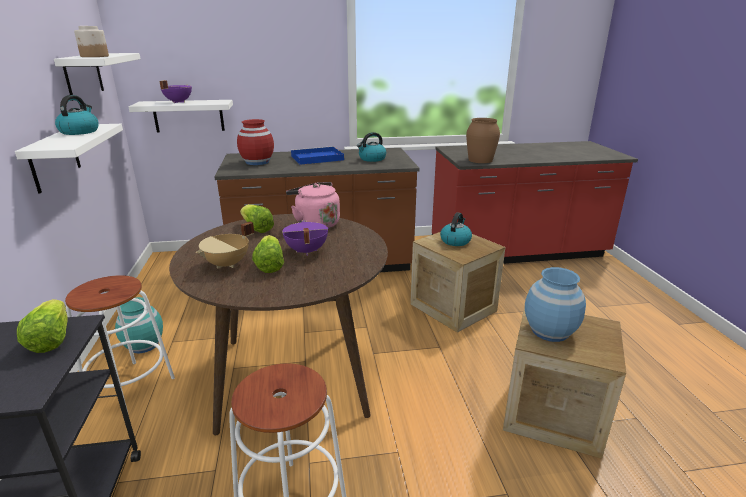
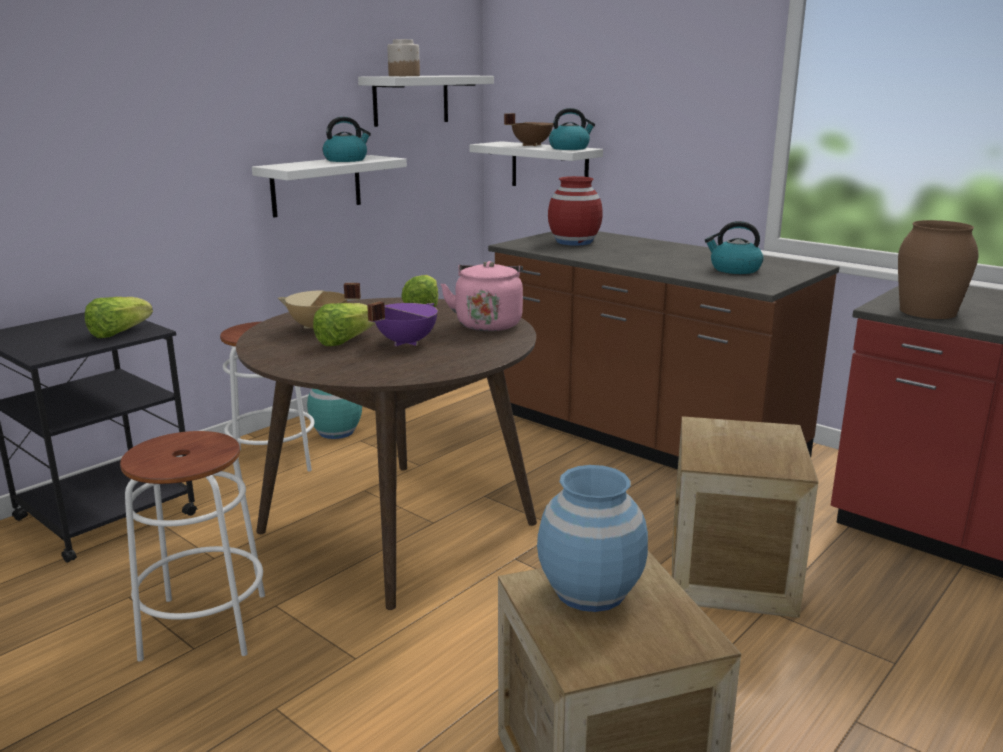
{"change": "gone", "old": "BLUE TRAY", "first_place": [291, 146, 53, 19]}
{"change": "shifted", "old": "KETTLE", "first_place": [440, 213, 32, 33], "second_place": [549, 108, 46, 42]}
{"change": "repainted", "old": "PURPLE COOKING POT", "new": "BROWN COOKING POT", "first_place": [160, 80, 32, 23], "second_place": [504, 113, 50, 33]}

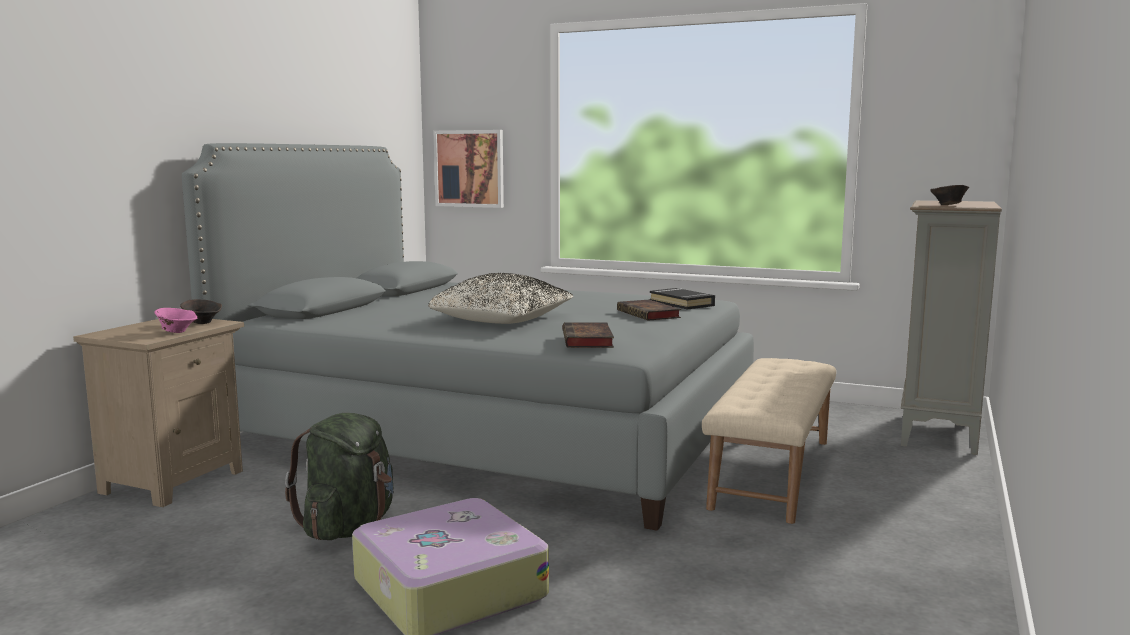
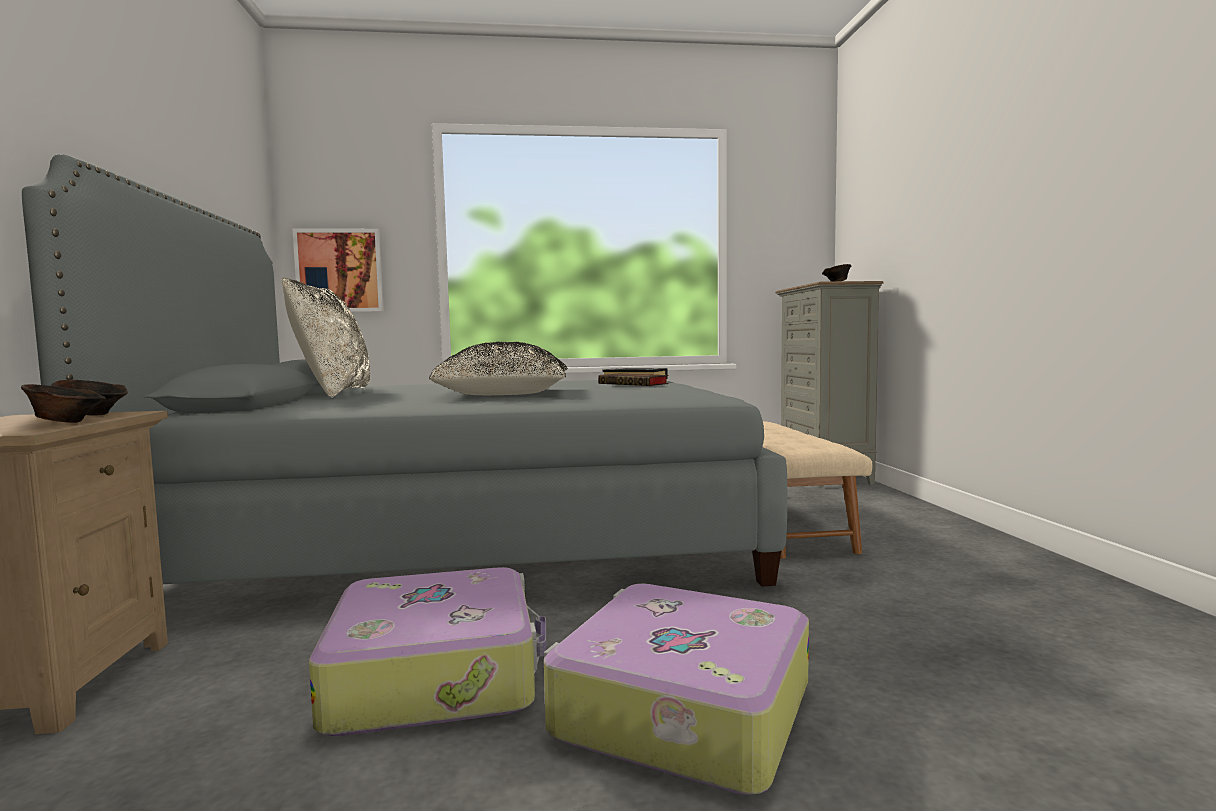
{"change": "gone", "old": "BOOK", "first_place": [563, 322, 51, 26]}
{"change": "new", "new": "BEIGE PILLOW", "second_place": [281, 277, 89, 120]}
{"change": "swapped", "old": "GREEN BACKPACK", "new": "SUITCASE", "first_place": [285, 413, 109, 127], "second_place": [309, 567, 237, 169]}
{"change": "repainted", "old": "PINK BOWL", "new": "BROWN BOWL", "first_place": [155, 308, 42, 25], "second_place": [21, 384, 85, 39]}

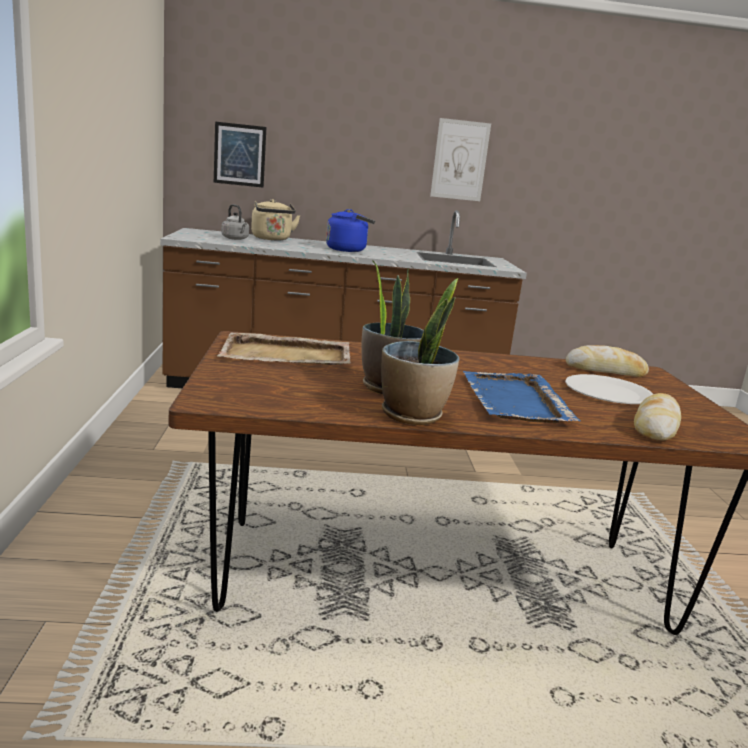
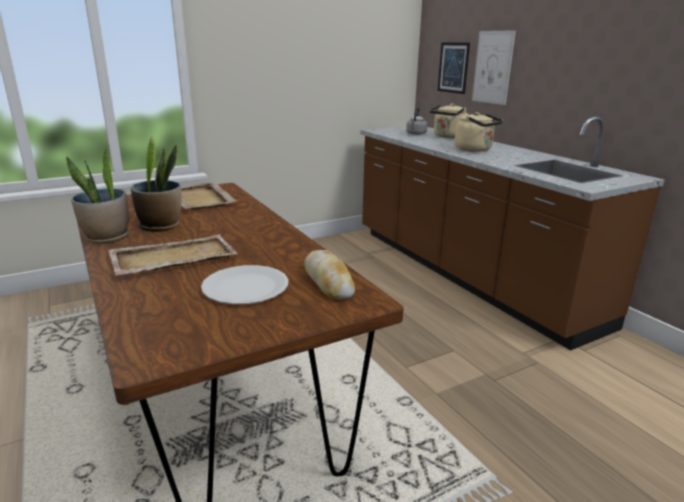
{"change": "gone", "old": "BREAD", "first_place": [634, 393, 47, 48]}
{"change": "shifted", "old": "PICTURE", "first_place": [430, 118, 61, 83], "second_place": [472, 30, 44, 75]}
{"change": "repainted", "old": "BLUE KETTLE", "new": "BEIGE KETTLE", "first_place": [326, 209, 49, 43], "second_place": [454, 112, 49, 40]}
{"change": "repainted", "old": "BLUE TRAY", "new": "BEIGE TRAY", "first_place": [463, 371, 117, 52], "second_place": [109, 234, 129, 41]}

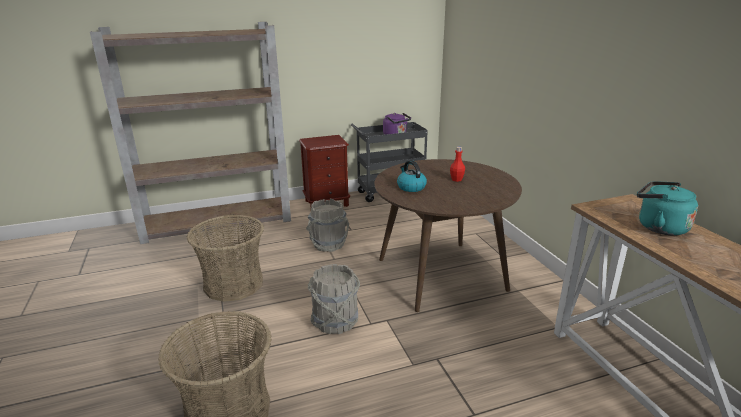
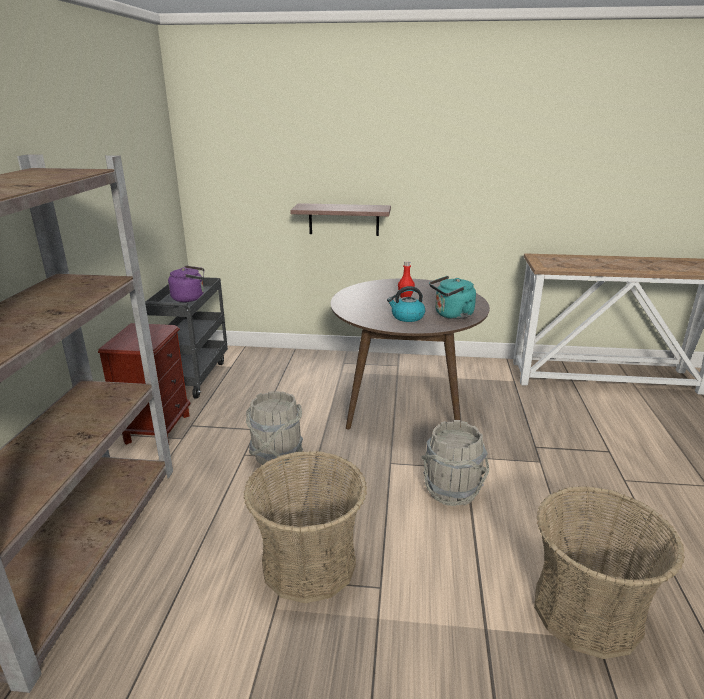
{"change": "new", "new": "SHELF", "second_place": [290, 203, 101, 33]}
{"change": "shifted", "old": "TURQUOISE KETTLE", "first_place": [637, 181, 61, 55], "second_place": [429, 276, 47, 43]}

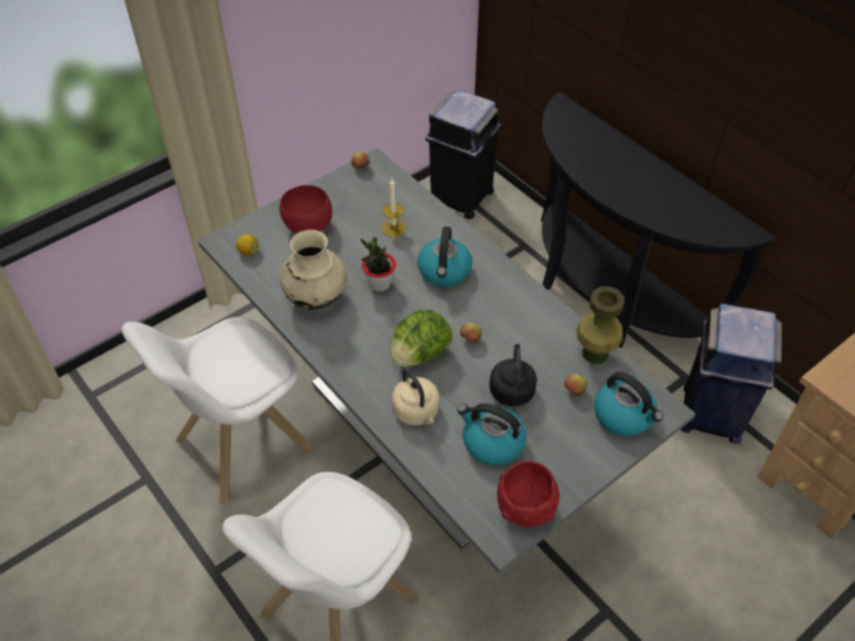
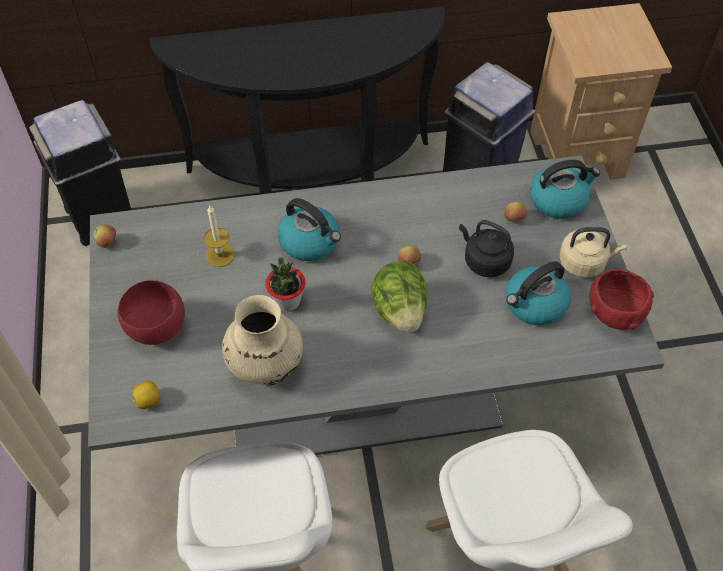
{"change": "gone", "old": "GREEN VASE", "first_place": [576, 286, 49, 78]}
{"change": "shifted", "old": "BEIGE KETTLE", "first_place": [392, 368, 47, 57], "second_place": [559, 227, 68, 51]}

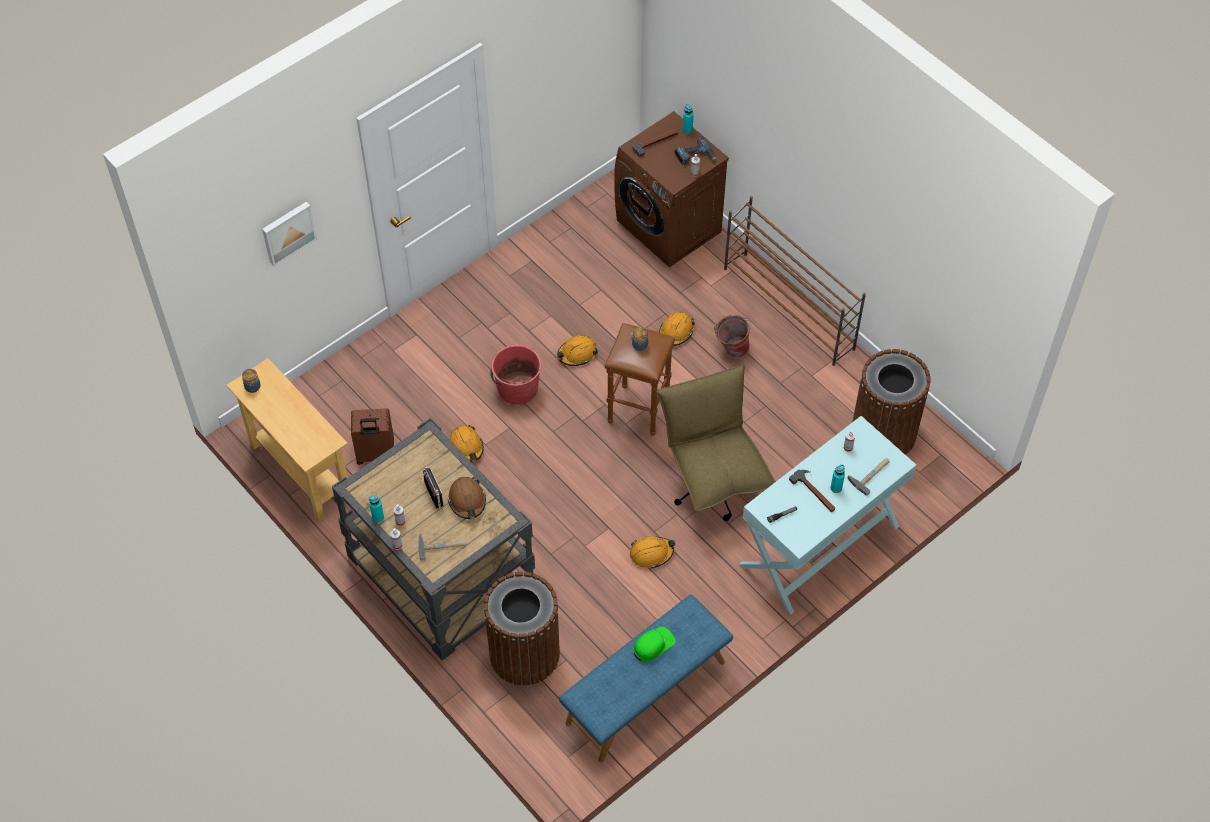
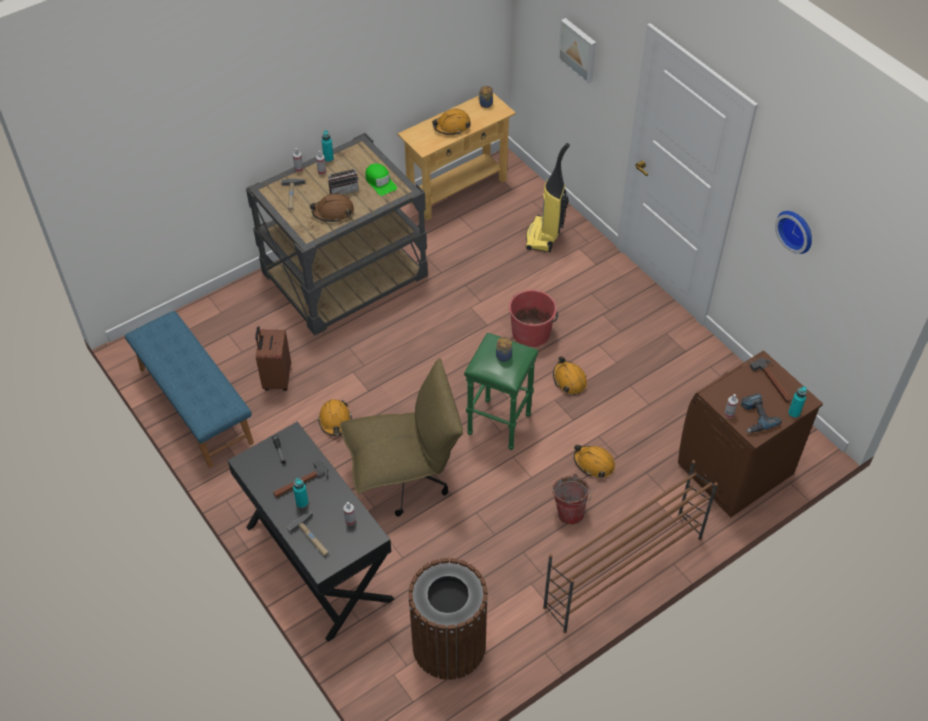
{"change": "gone", "old": "BROWN TRASH CAN", "first_place": [483, 572, 77, 114]}
{"change": "new", "new": "VACUUM CLEANER", "second_place": [526, 143, 44, 109]}
{"change": "new", "new": "WALL CLOCK", "second_place": [775, 211, 37, 43]}
{"change": "shifted", "old": "BROWN SUITCASE", "first_place": [351, 408, 43, 57], "second_place": [255, 326, 36, 65]}
{"change": "shifted", "old": "ORANGE HARD HAT", "first_place": [449, 425, 35, 37], "second_place": [432, 109, 39, 26]}
{"change": "shifted", "old": "GREEN CAP", "first_place": [634, 627, 42, 35], "second_place": [365, 163, 32, 33]}
{"change": "repainted", "old": "BROWN STOOL", "new": "GREEN STOOL", "first_place": [605, 323, 70, 113], "second_place": [464, 333, 74, 117]}
{"change": "repainted", "old": "TURQUOISE DESK", "new": "BLACK DESK", "first_place": [739, 416, 177, 199], "second_place": [227, 421, 168, 221]}

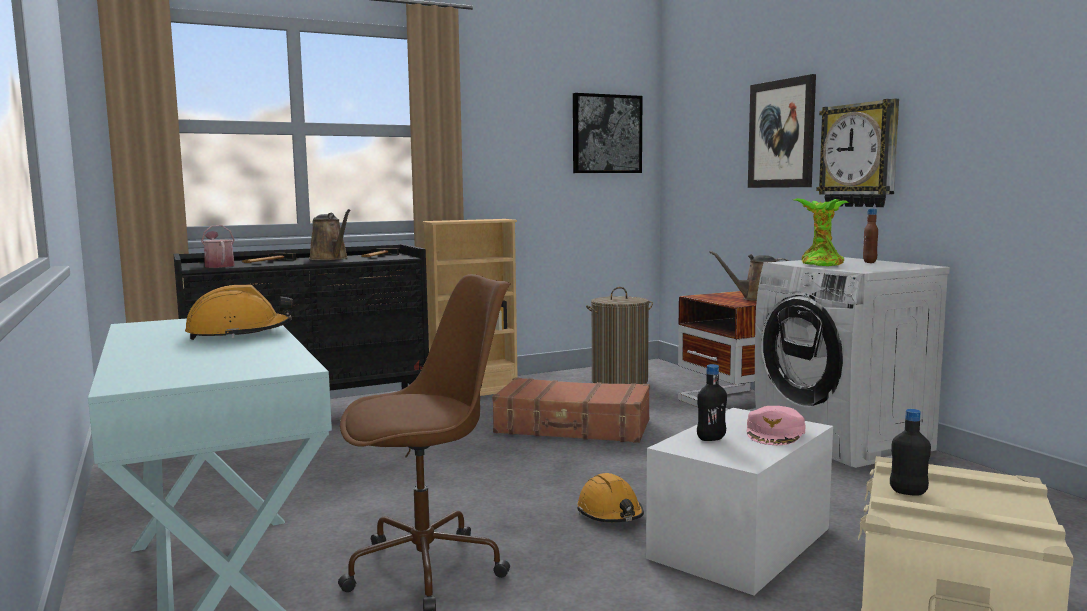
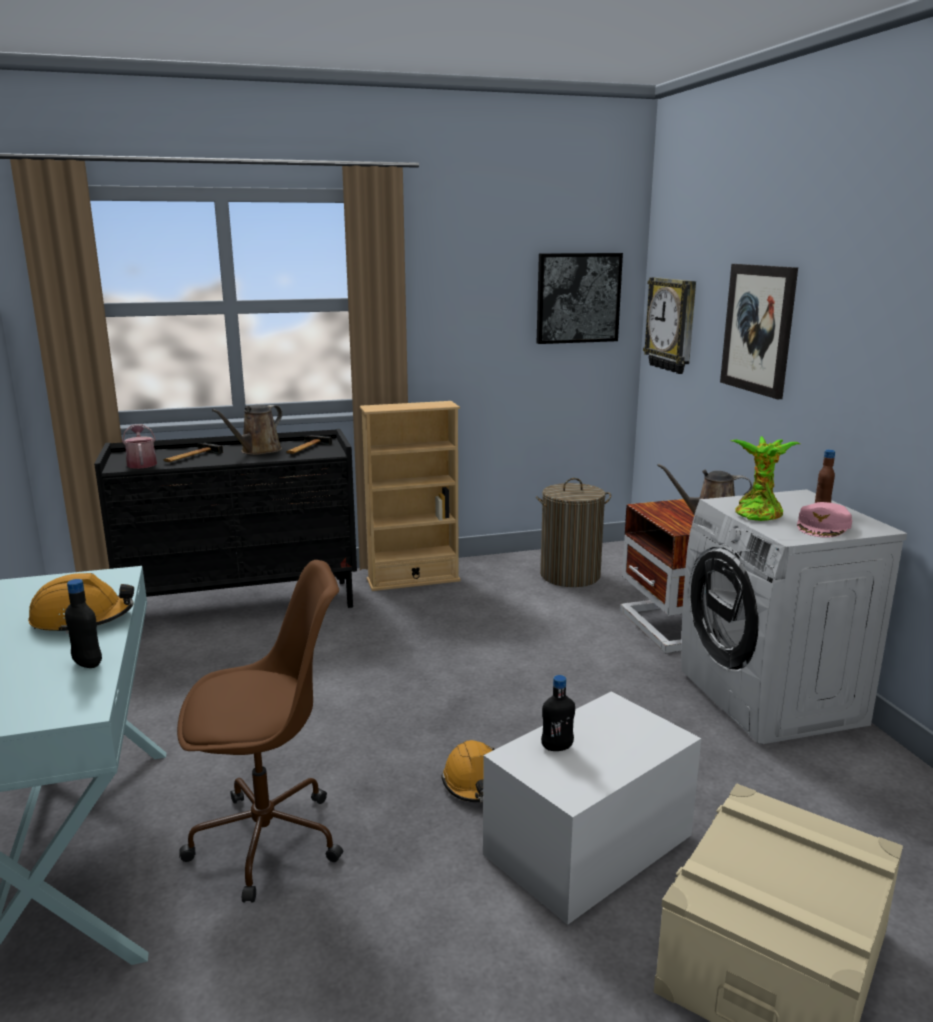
{"change": "gone", "old": "BROWN SUITCASE", "first_place": [492, 377, 158, 66]}
{"change": "shifted", "old": "PINK CAP", "first_place": [747, 406, 59, 39], "second_place": [797, 502, 55, 35]}
{"change": "shifted", "old": "WALL CLOCK", "first_place": [816, 99, 83, 108], "second_place": [643, 277, 53, 97]}
{"change": "shifted", "old": "BLACK BOTTLE", "first_place": [890, 409, 41, 87], "second_place": [65, 579, 37, 89]}
{"change": "rotated", "old": "BROWN WATERING CAN", "first_place": [309, 209, 42, 51], "second_place": [212, 404, 70, 51], "degrees": 60}

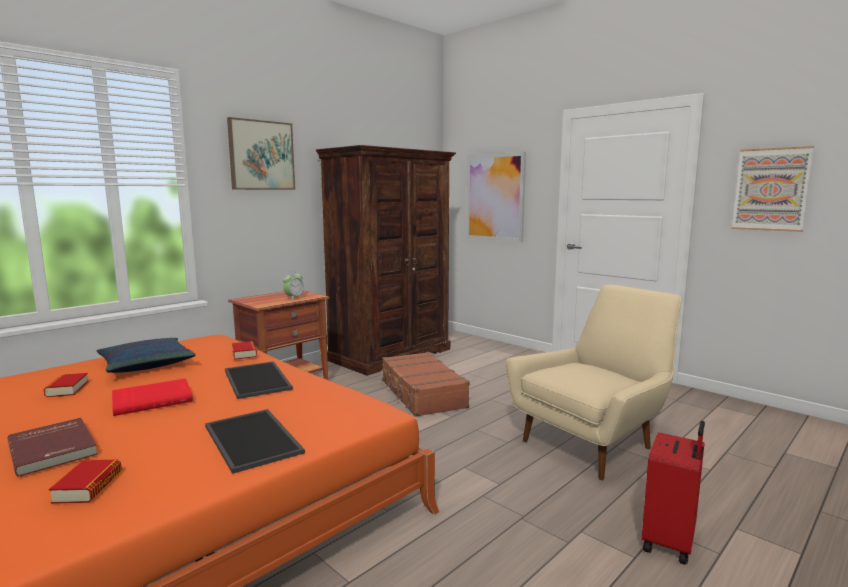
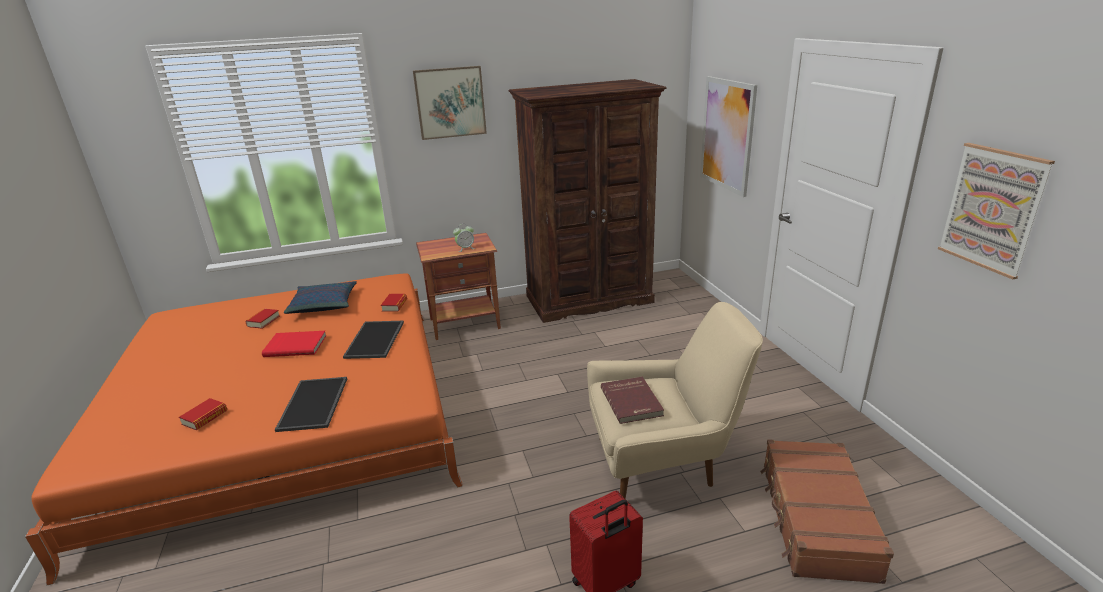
{"change": "shifted", "old": "RED BOOK", "first_place": [8, 418, 90, 59], "second_place": [601, 377, 63, 47]}
{"change": "shifted", "old": "BROWN SUITCASE", "first_place": [381, 352, 89, 65], "second_place": [760, 439, 134, 145]}

